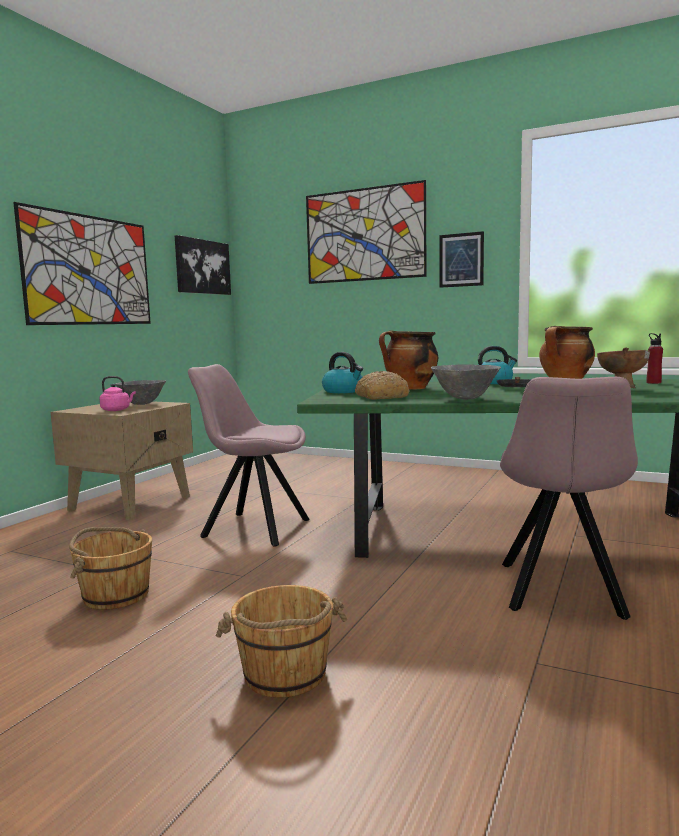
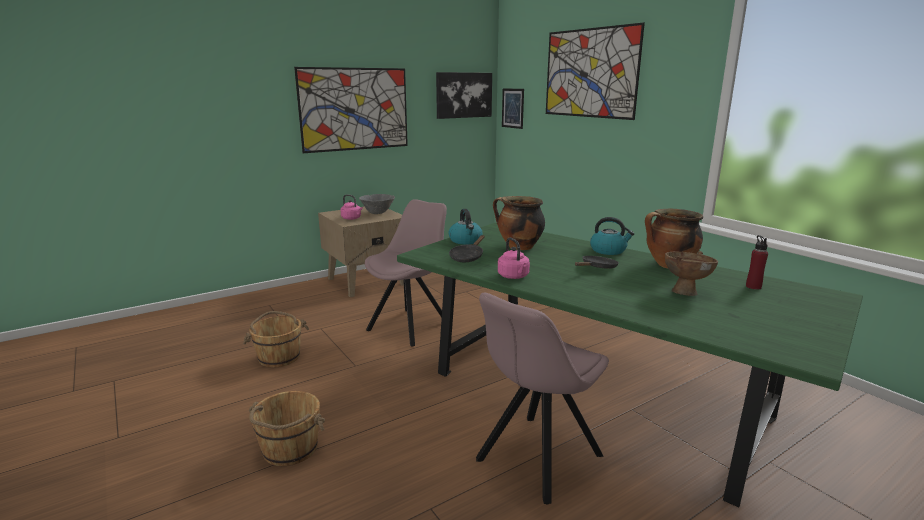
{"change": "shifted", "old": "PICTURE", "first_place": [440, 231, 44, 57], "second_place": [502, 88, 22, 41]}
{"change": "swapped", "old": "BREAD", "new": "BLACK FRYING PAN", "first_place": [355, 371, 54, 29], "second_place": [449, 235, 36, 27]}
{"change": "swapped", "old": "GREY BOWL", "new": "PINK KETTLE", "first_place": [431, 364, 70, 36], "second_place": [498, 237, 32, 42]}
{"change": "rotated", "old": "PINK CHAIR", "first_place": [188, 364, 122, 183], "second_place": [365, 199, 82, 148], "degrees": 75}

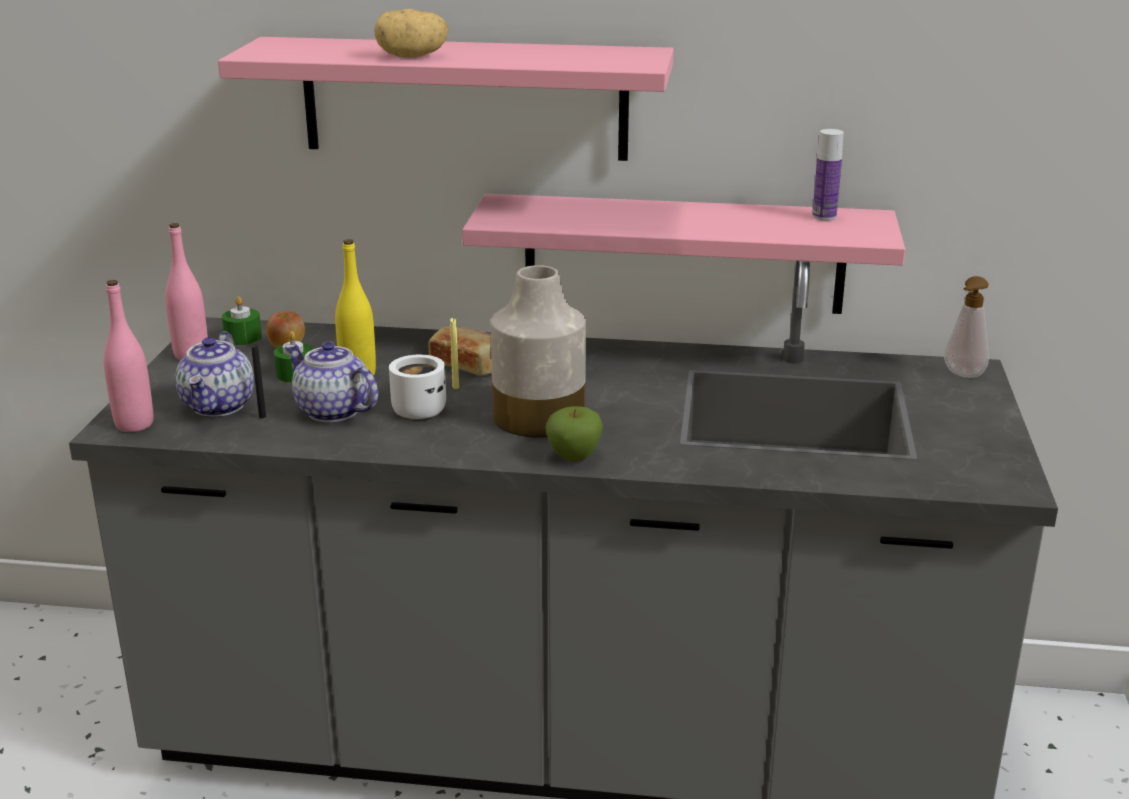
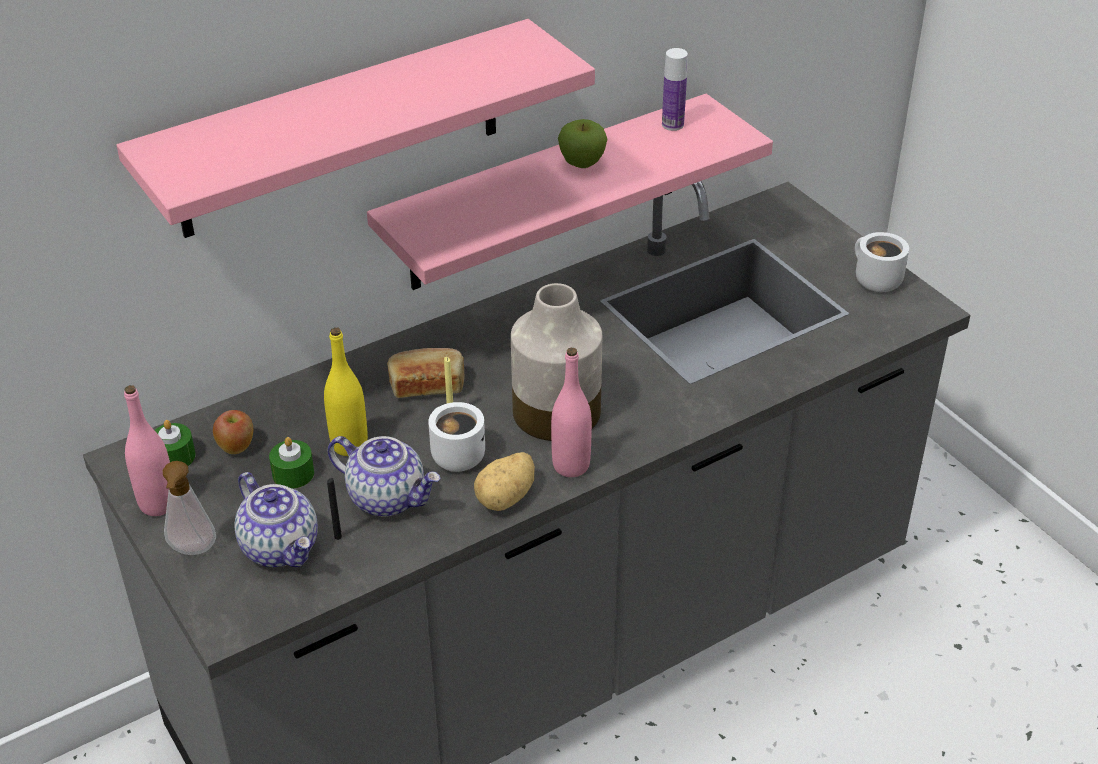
{"change": "new", "new": "WHITE MUG", "second_place": [855, 232, 54, 60]}
{"change": "shifted", "old": "PINK BOTTLE", "first_place": [104, 280, 50, 152], "second_place": [551, 348, 41, 129]}
{"change": "shifted", "old": "POTATO", "first_place": [374, 9, 75, 49], "second_place": [474, 452, 61, 59]}
{"change": "shifted", "old": "APPLE", "first_place": [545, 406, 58, 56], "second_place": [558, 119, 49, 49]}
{"change": "shifted", "old": "SOAP DISPENSER", "first_place": [944, 276, 45, 102], "second_place": [163, 461, 53, 94]}
{"change": "rotated", "old": "TEAPOT", "first_place": [285, 341, 93, 82], "second_place": [328, 436, 113, 80], "degrees": -150}

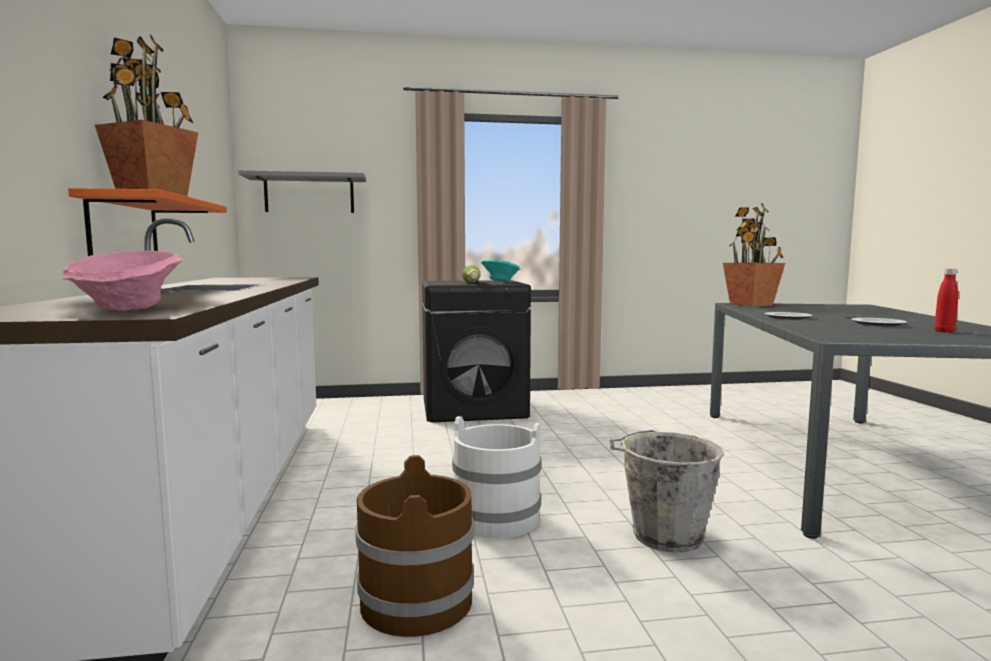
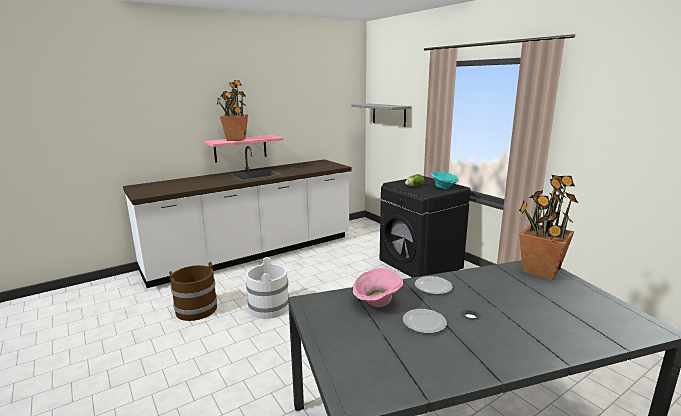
{"change": "gone", "old": "GREY BUCKET", "first_place": [610, 430, 114, 123]}
{"change": "gone", "old": "RED BOTTLE", "first_place": [934, 269, 24, 63]}
{"change": "shifted", "old": "PINK BOWL", "first_place": [62, 251, 120, 60], "second_place": [353, 268, 50, 39]}
{"change": "repainted", "old": "ORANGE SHELF", "new": "PINK SHELF", "first_place": [68, 188, 159, 68], "second_place": [204, 135, 80, 28]}

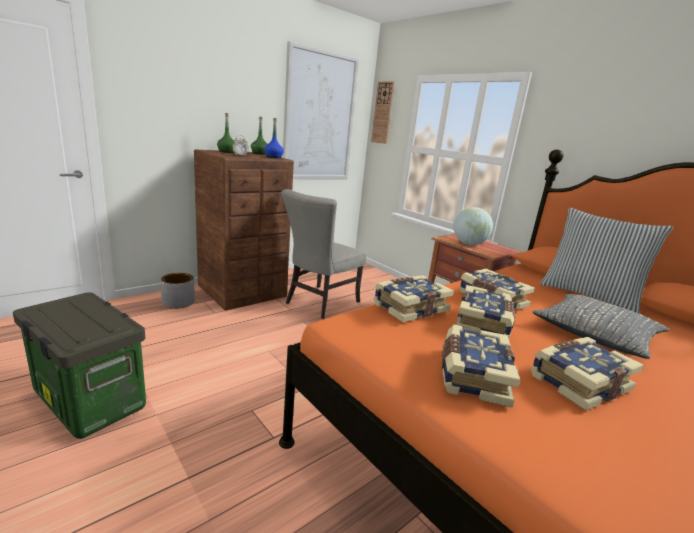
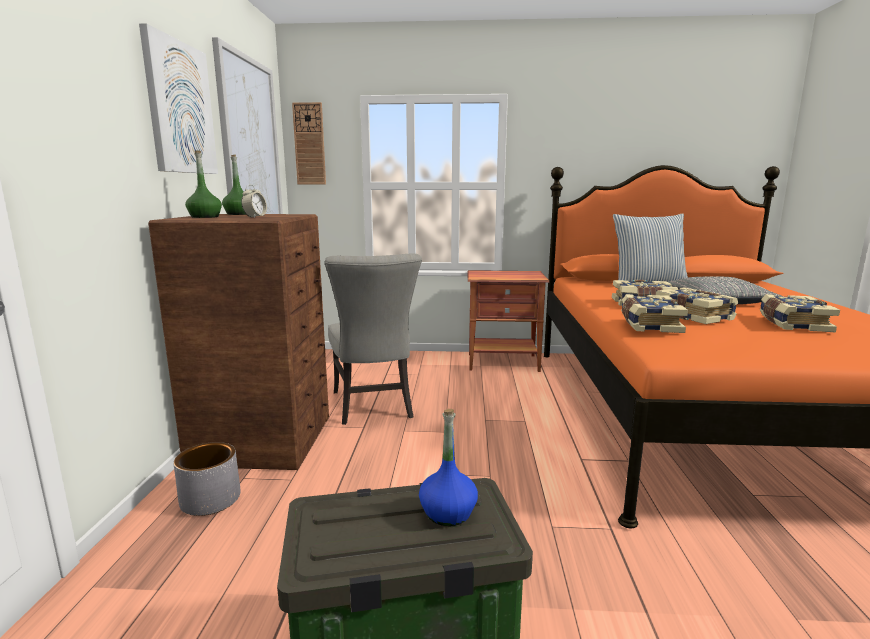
{"change": "gone", "old": "BOOK", "first_place": [442, 324, 78, 84]}
{"change": "gone", "old": "GLOBE", "first_place": [453, 207, 40, 38]}
{"change": "new", "new": "PICTURE", "second_place": [139, 23, 79, 151]}
{"change": "shifted", "old": "BLUE BOTTLE", "first_place": [264, 118, 20, 40], "second_place": [419, 409, 59, 117]}

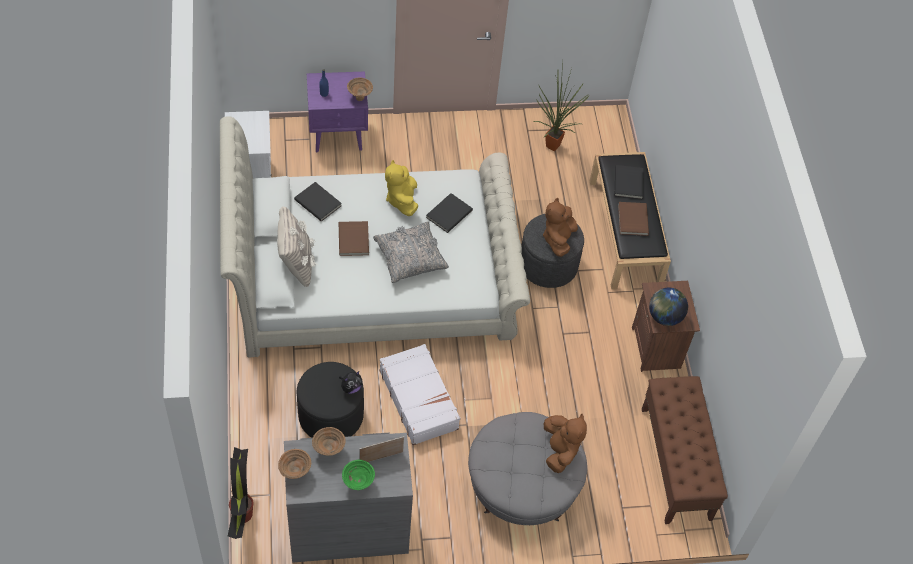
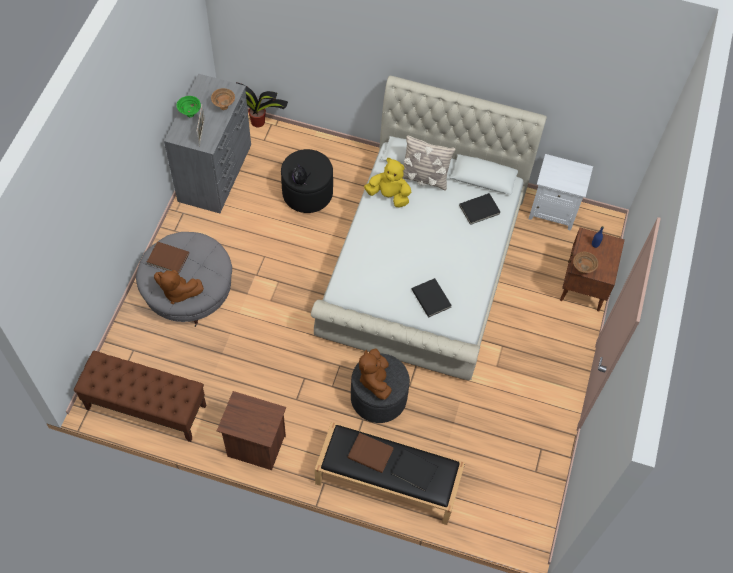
{"change": "gone", "old": "BROWN BOWL", "first_place": [278, 449, 33, 30]}
{"change": "gone", "old": "GREY PILLOW", "first_place": [373, 222, 76, 61]}
{"change": "gone", "old": "WHITE SUITCASE", "first_place": [380, 344, 80, 101]}
{"change": "gone", "old": "POTTED PLANT", "first_place": [533, 68, 57, 83]}
{"change": "gone", "old": "GLOBE", "first_place": [649, 288, 39, 38]}
{"change": "shifted", "old": "BROWN BOOK", "first_place": [339, 221, 30, 35], "second_place": [147, 242, 42, 32]}
{"change": "shifted", "old": "YELLOW PLUSH TOY", "first_place": [385, 160, 33, 56], "second_place": [364, 158, 47, 50]}
{"change": "repainted", "old": "PURPLE NIGHTSTAND", "new": "BROWN NIGHTSTAND", "first_place": [307, 72, 61, 80], "second_place": [560, 228, 65, 84]}
{"change": "rotated", "old": "BROWN PLUSH TOY", "first_place": [543, 198, 35, 59], "second_place": [359, 349, 33, 51], "degrees": -135}

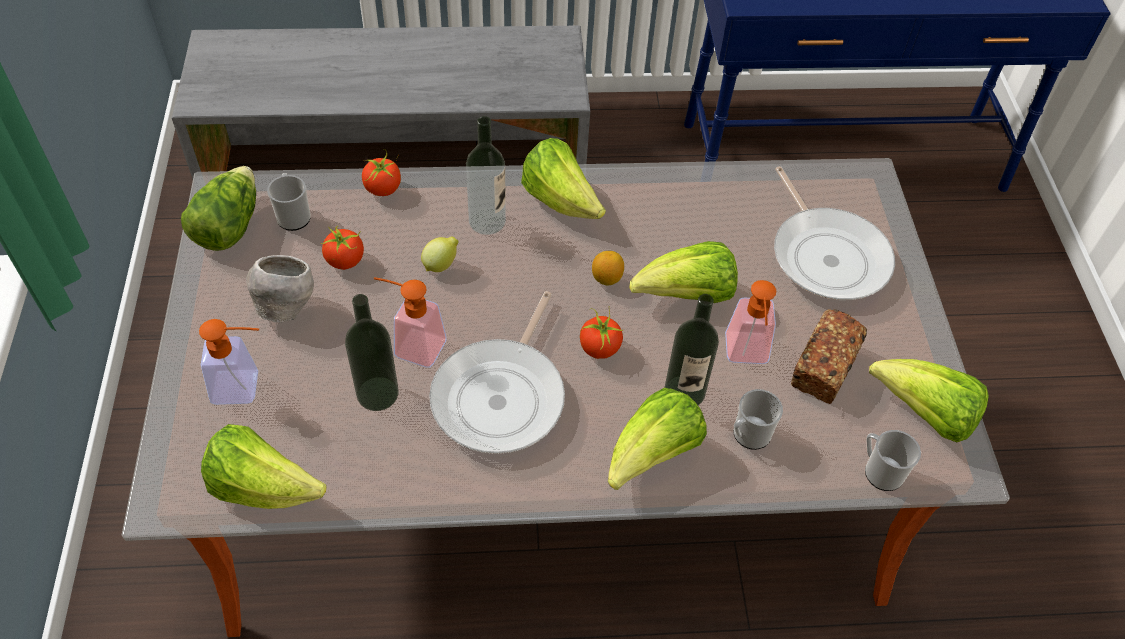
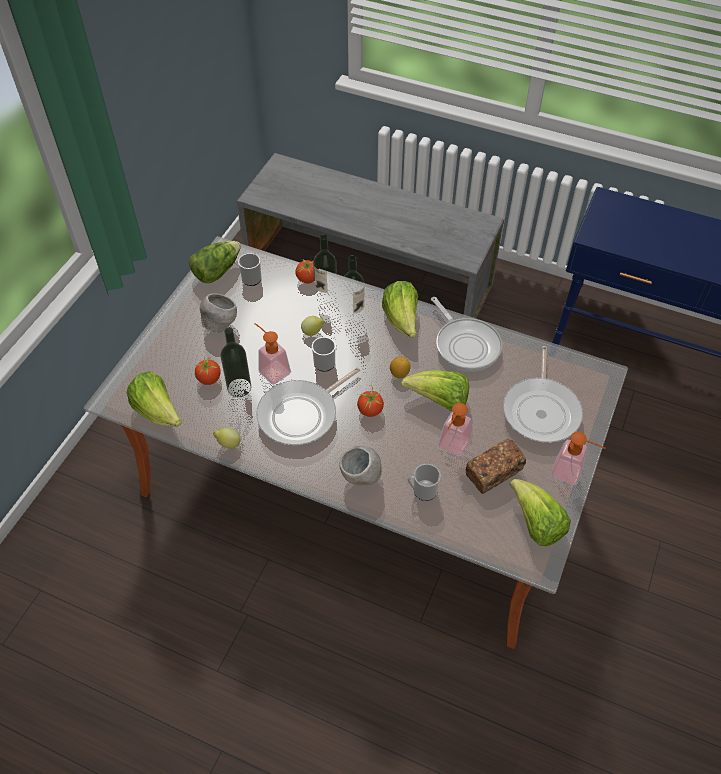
{"change": "new", "new": "LEMON", "second_place": [213, 428, 27, 21]}
{"change": "new", "new": "FRYING PAN", "second_place": [431, 297, 71, 75]}
{"change": "shifted", "old": "SOAP DISPENSER", "first_place": [199, 319, 60, 86], "second_place": [551, 432, 55, 53]}
{"change": "shifted", "old": "TOMATO", "first_place": [321, 226, 43, 44], "second_place": [195, 357, 25, 28]}
{"change": "shifted", "old": "BOTTLE", "first_place": [664, 294, 55, 111], "second_place": [313, 234, 24, 71]}
{"change": "shifted", "old": "MUG", "first_place": [865, 430, 56, 61], "second_place": [312, 336, 24, 36]}
{"change": "swapped", "old": "LETTUCE", "new": "GREY BOWL", "first_place": [608, 388, 99, 102], "second_place": [339, 446, 44, 40]}

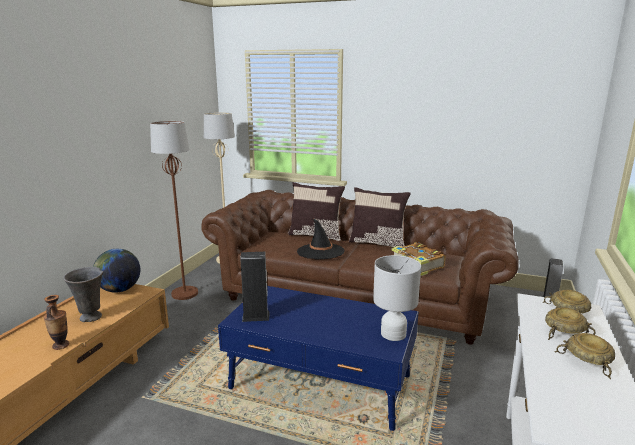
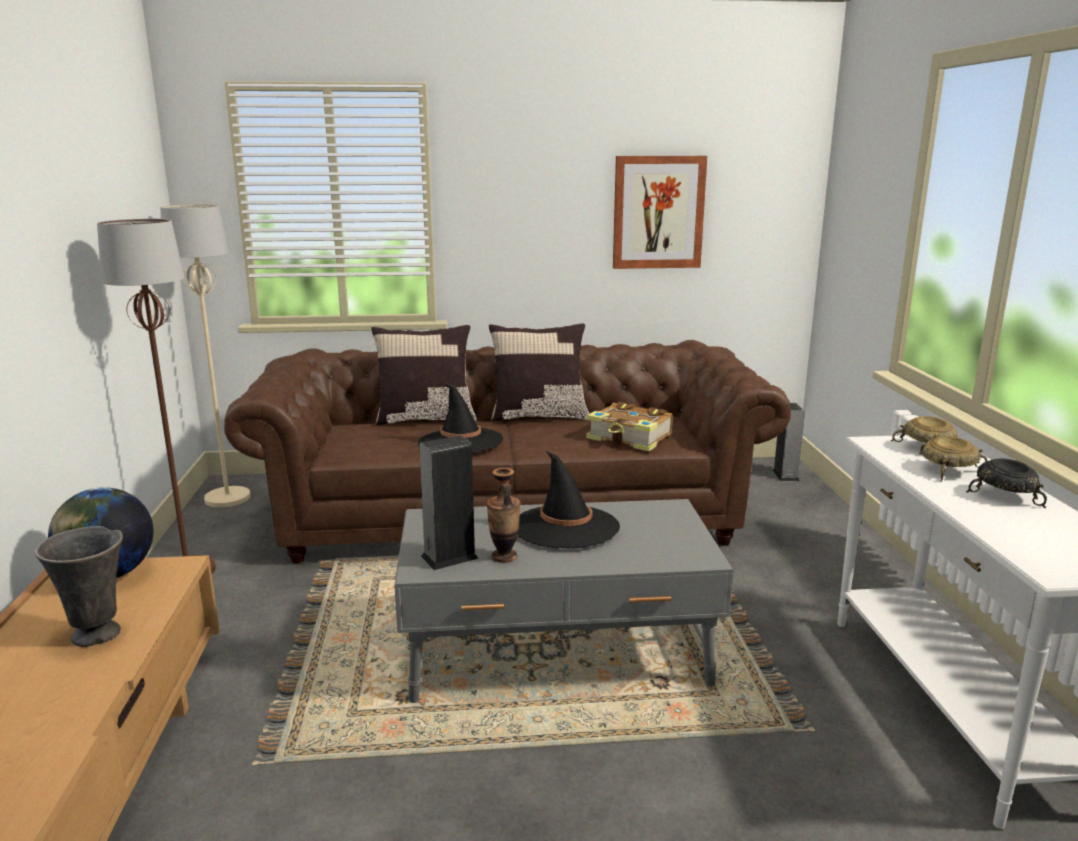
{"change": "gone", "old": "GREY TABLE LAMP", "first_place": [373, 255, 48, 86]}
{"change": "new", "new": "BLACK HAT", "second_place": [518, 451, 102, 97]}
{"change": "new", "new": "PICTURE", "second_place": [613, 156, 94, 113]}
{"change": "shifted", "old": "VASE", "first_place": [43, 295, 26, 55], "second_place": [486, 468, 34, 95]}
{"change": "repainted", "old": "BLUE COFFEE TABLE", "new": "GREY COFFEE TABLE", "first_place": [218, 286, 201, 145], "second_place": [394, 499, 340, 204]}
{"change": "repainted", "old": "BEIGE BOWL", "new": "BLACK BOWL", "first_place": [555, 333, 60, 46], "second_place": [966, 459, 81, 49]}

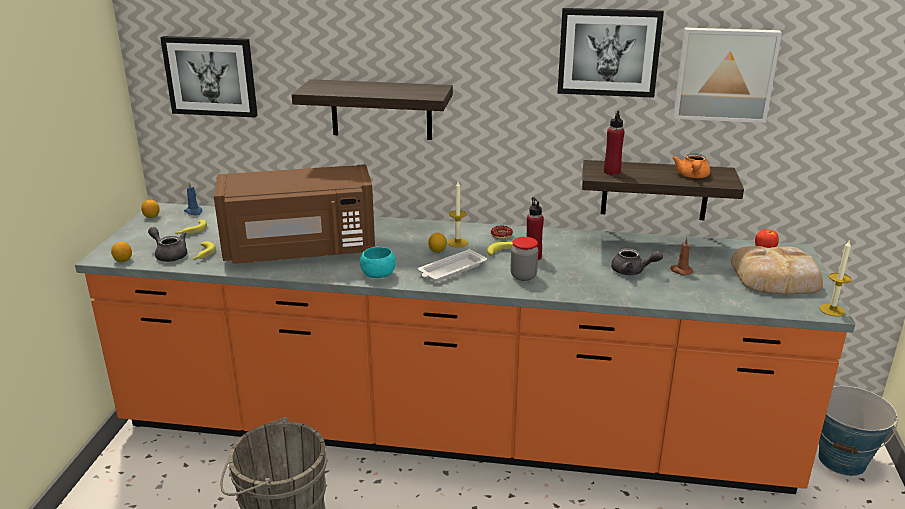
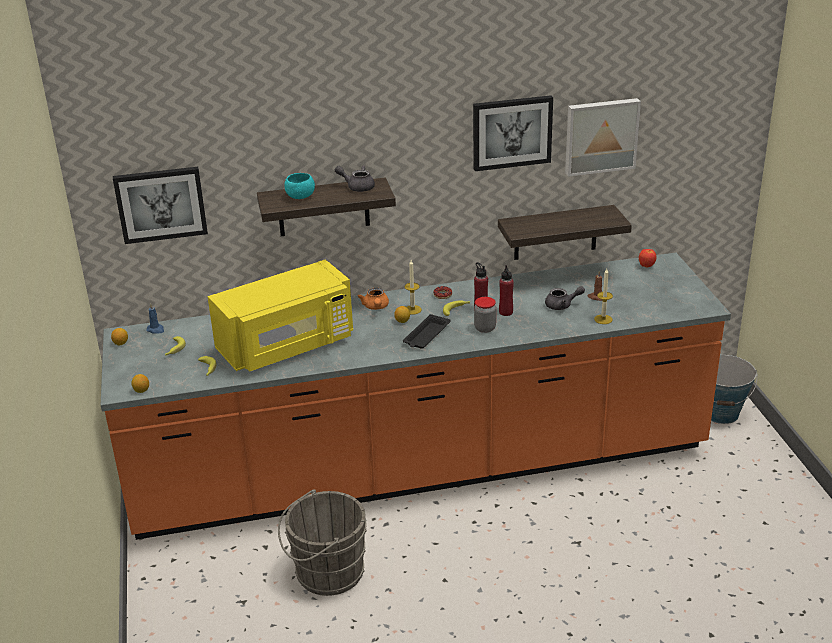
{"change": "gone", "old": "BREAD", "first_place": [731, 246, 92, 48]}
{"change": "shifted", "old": "GREY TEAPOT", "first_place": [148, 227, 39, 35], "second_place": [335, 165, 40, 27]}
{"change": "shifted", "old": "TURQUOISE BOWL", "first_place": [360, 247, 36, 31], "second_place": [284, 173, 31, 26]}
{"change": "shifted", "old": "RED BOTTLE", "first_place": [604, 111, 21, 64], "second_place": [499, 265, 15, 51]}
{"change": "shifted", "old": "ORANGE TEAPOT", "first_place": [672, 153, 38, 25], "second_place": [358, 288, 31, 22]}
{"change": "shifted", "old": "CANDLE", "first_place": [820, 239, 32, 78], "second_place": [594, 269, 19, 55]}
{"change": "repainted", "old": "BROWN MICROWAVE", "new": "YELLOW MICROWAVE", "first_place": [214, 164, 161, 100], "second_place": [208, 259, 145, 113]}
{"change": "repainted", "old": "WHITE TRAY", "new": "BLACK TRAY", "first_place": [418, 249, 69, 33], "second_place": [403, 314, 48, 35]}

